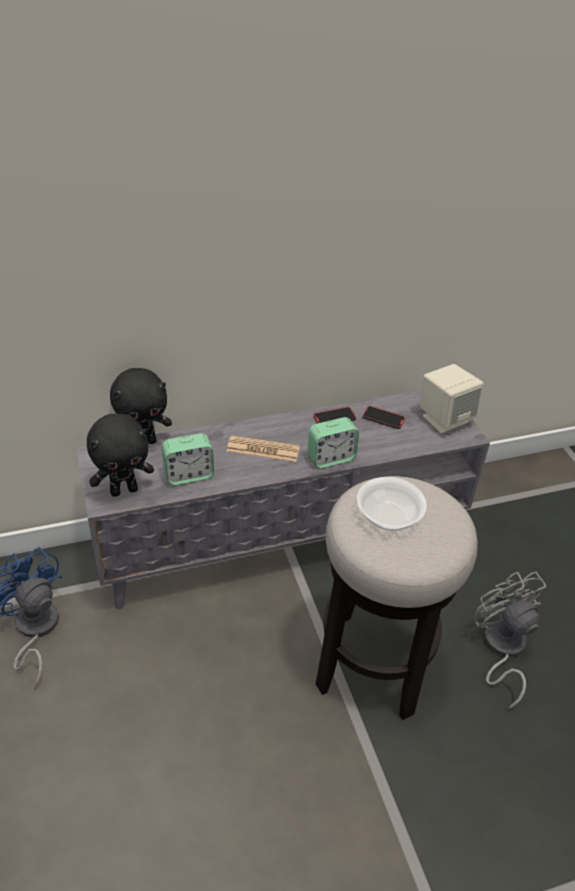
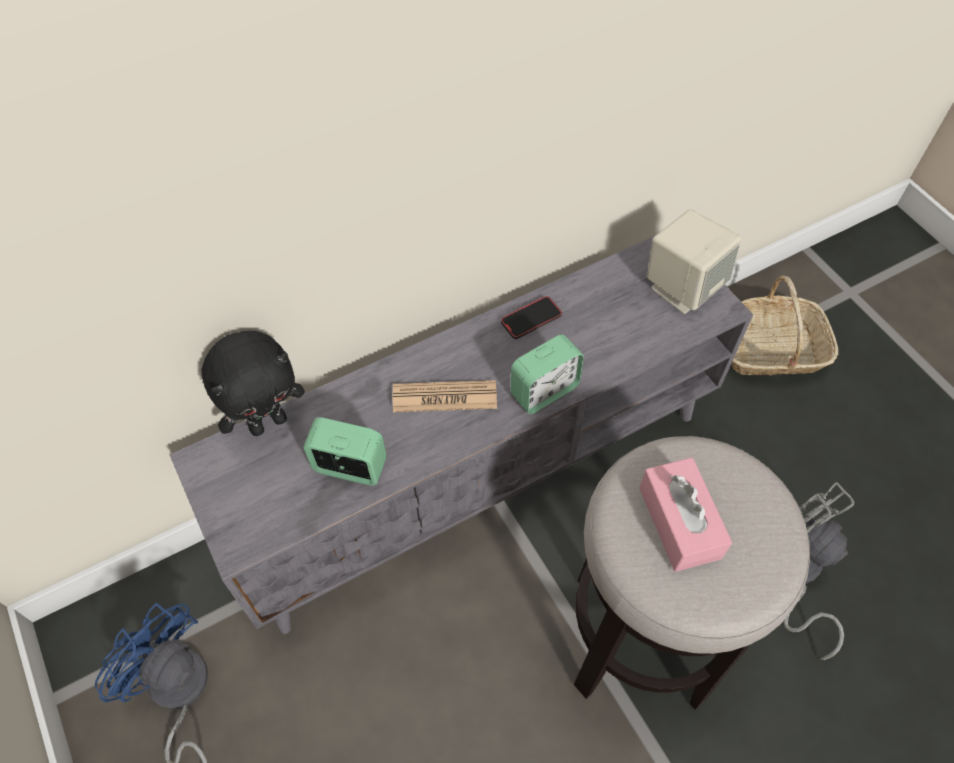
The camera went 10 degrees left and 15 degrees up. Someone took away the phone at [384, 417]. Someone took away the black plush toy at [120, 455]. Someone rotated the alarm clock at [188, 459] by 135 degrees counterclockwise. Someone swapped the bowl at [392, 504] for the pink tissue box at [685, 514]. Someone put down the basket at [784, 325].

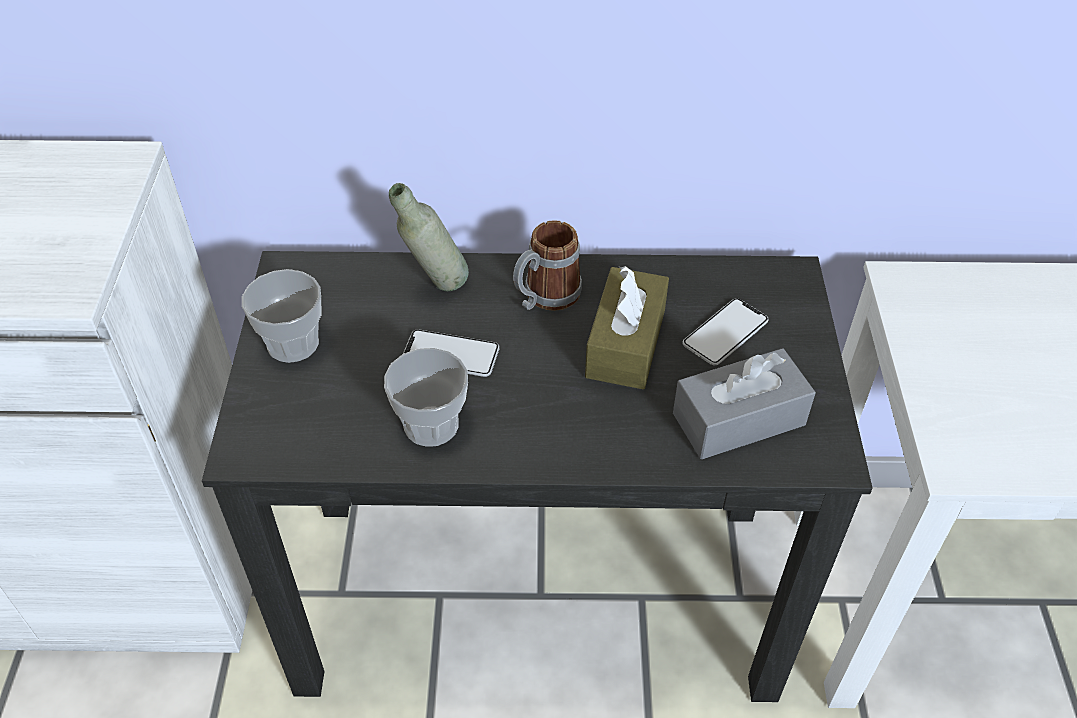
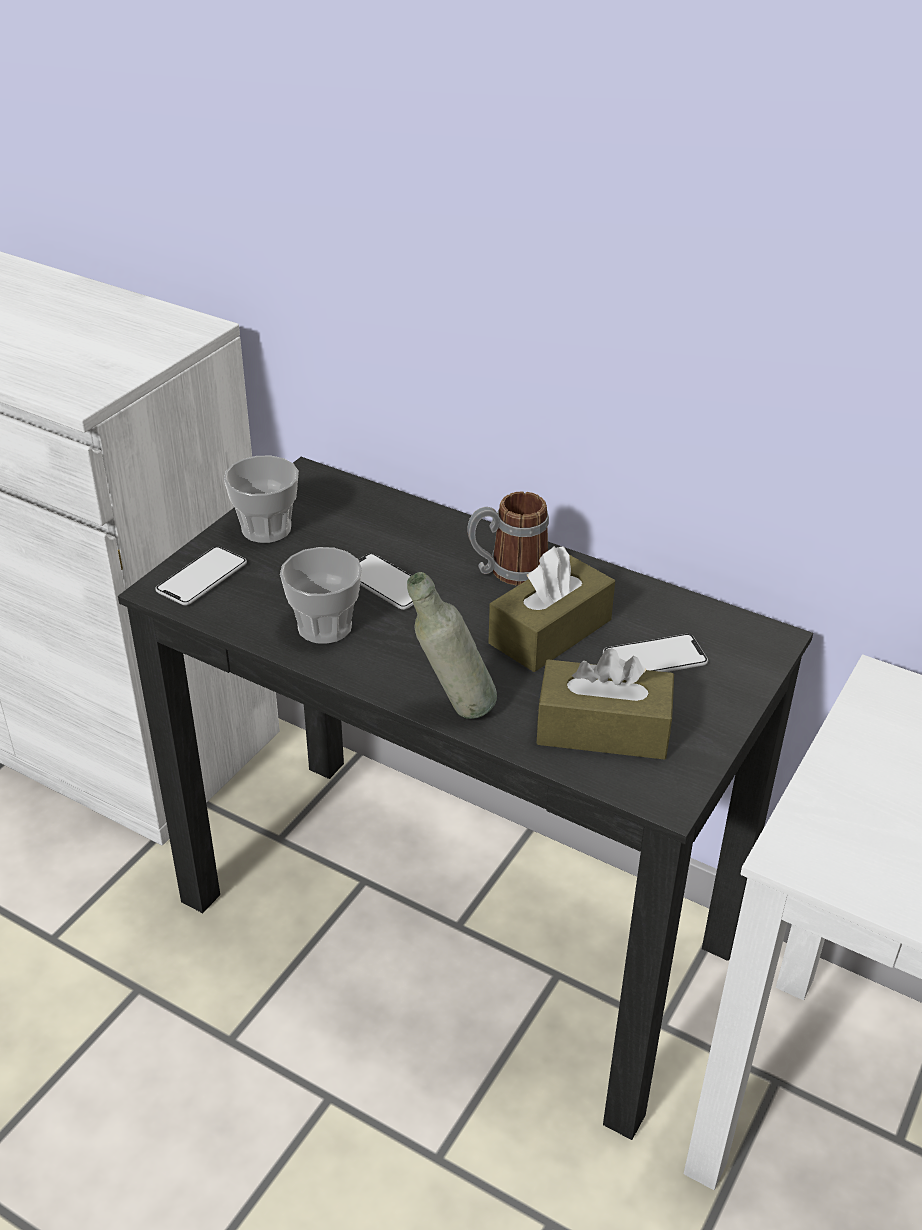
The camera went 30 degrees right and 10 degrees down. Someone carried the grey bottle from [429, 237] to [452, 645]. Someone repainted the grey tissue box at [744, 403], which became the brown tissue box at [605, 704]. Someone put down the phone at [201, 575].

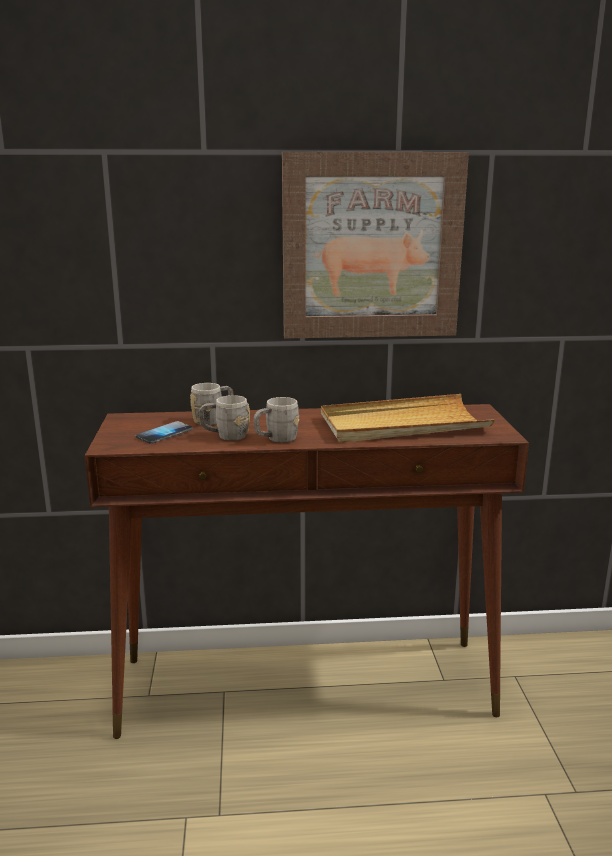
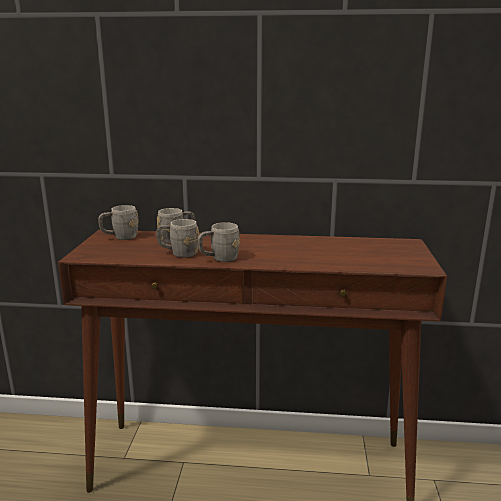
The camera went 10 degrees right and 0 degrees up. Someone took away the picture at [375, 245]. Someone took away the beige tray at [408, 418]. Someone took away the phone at [164, 432]. Someone put down the grey mug at [118, 222].

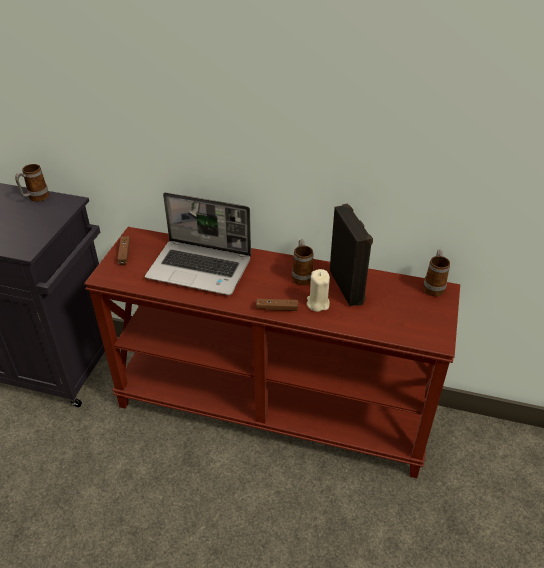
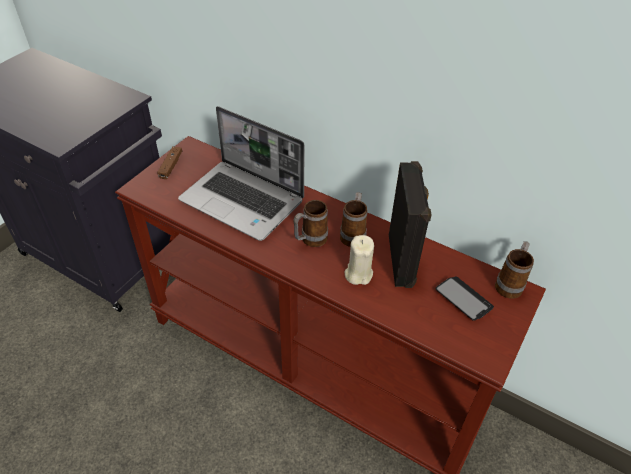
The camera went 15 degrees right and 5 degrees up. Someone carried the mug from [32, 183] to [310, 223]. Someone took away the brown game controller at [277, 305]. Someone put down the phone at [465, 299].

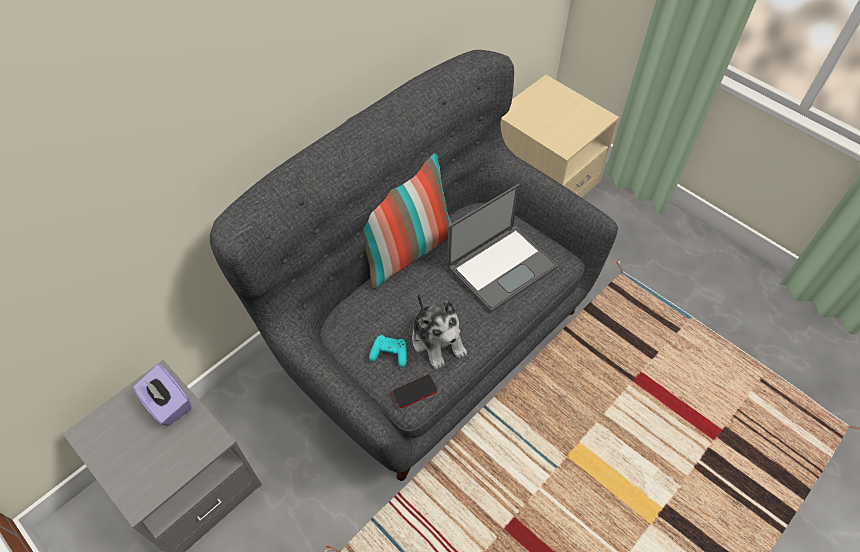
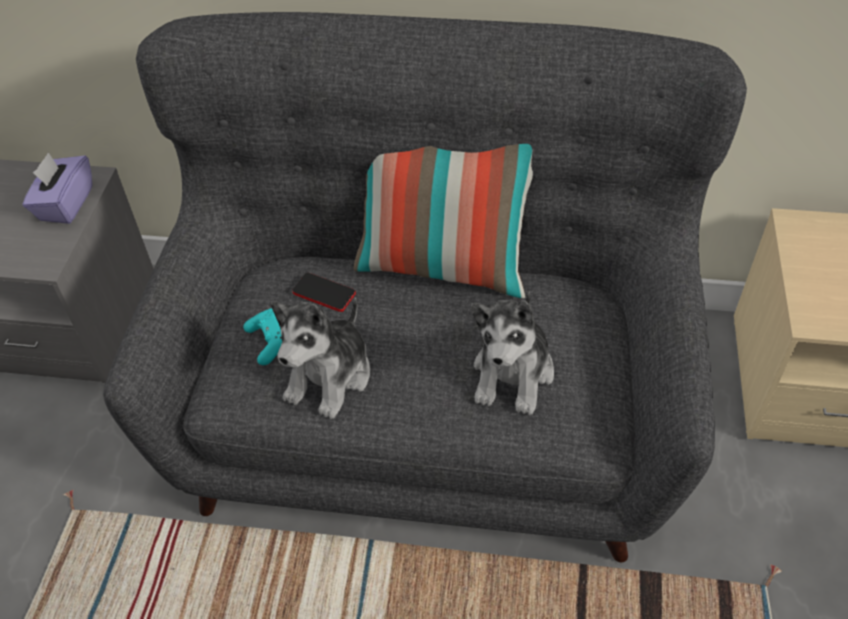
The camera went 55 degrees right and 5 degrees down. Someone swapped the laptop at [502, 248] for the plush toy at [512, 353]. Someone carried the phone from [415, 391] to [324, 292].

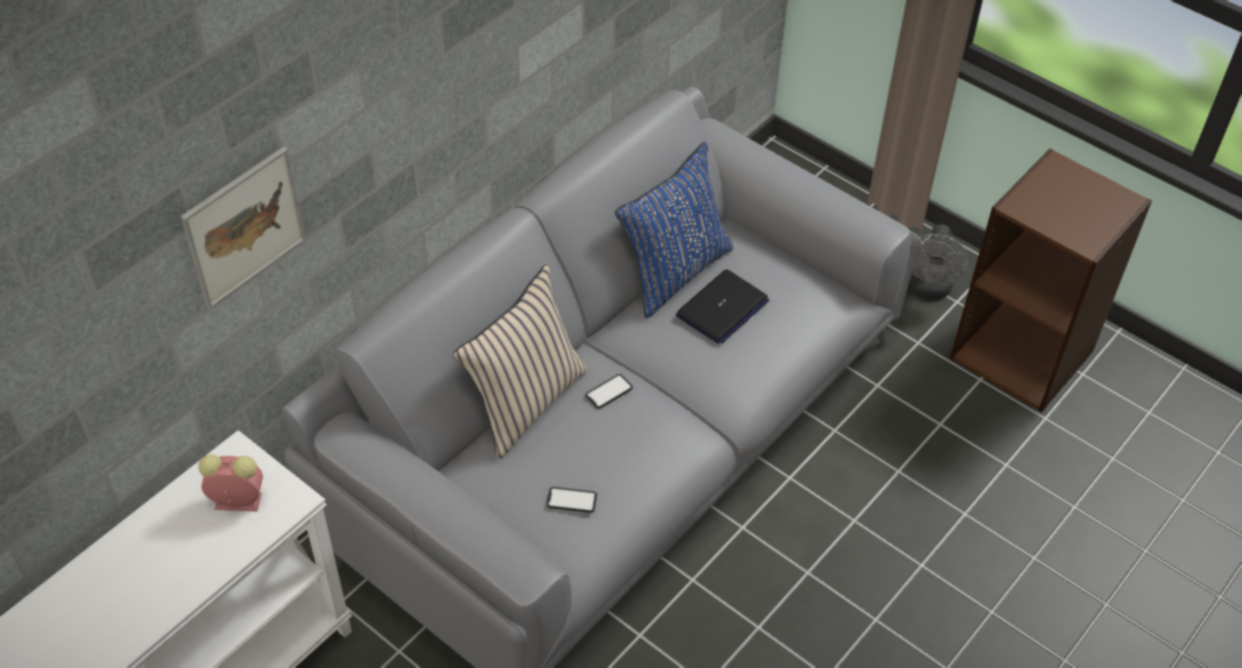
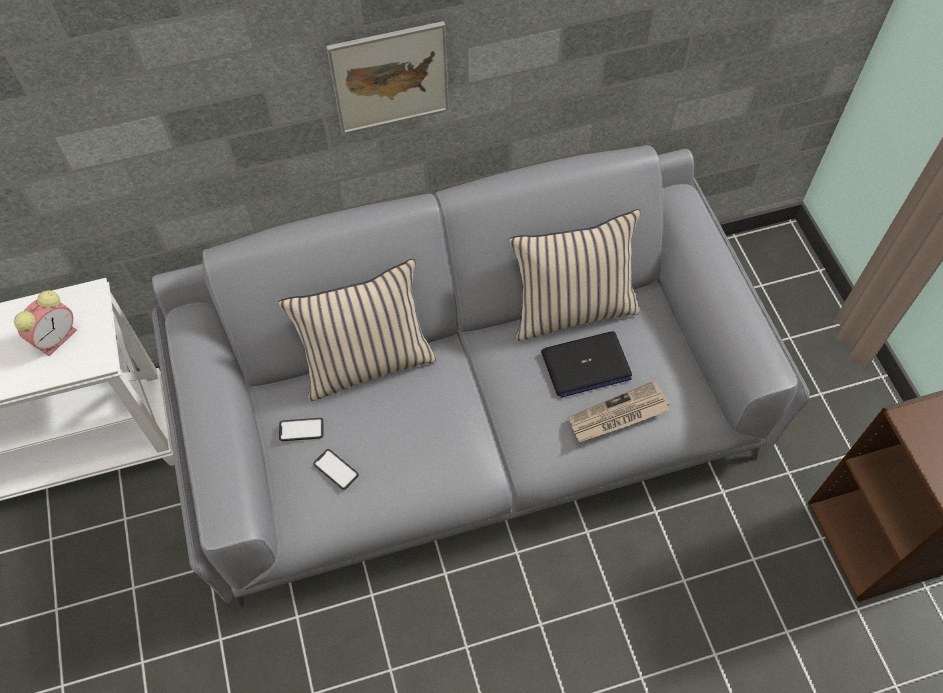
The camera went 35 degrees right and 10 degrees up. Someone repainted the blue pillow at [674, 230], which became the beige pillow at [575, 275]. Someone carried the picture from [243, 228] to [387, 78]. Someone took away the grey fan at [938, 262]. Someone carried the phone from [609, 391] to [301, 429]. Someone rotated the alarm clock at [231, 482] by 90 degrees clockwise. Someone put down the newspaper at [618, 411].

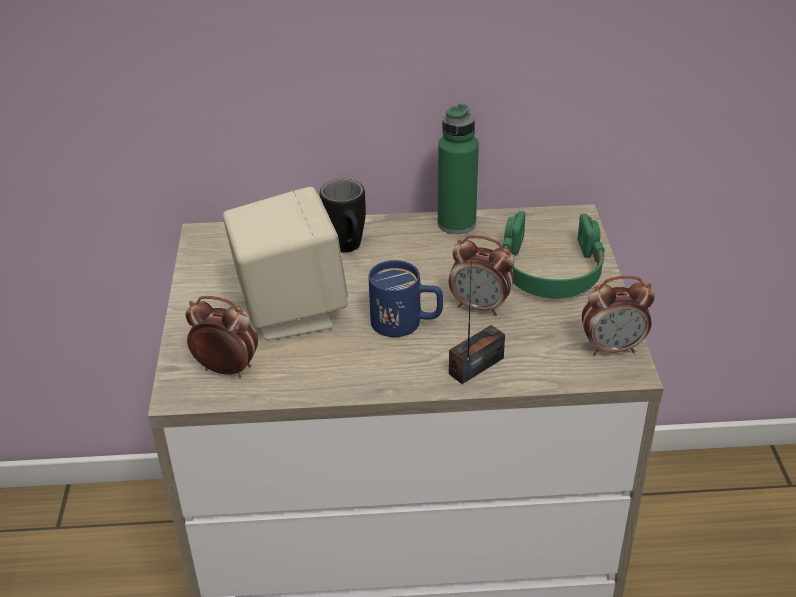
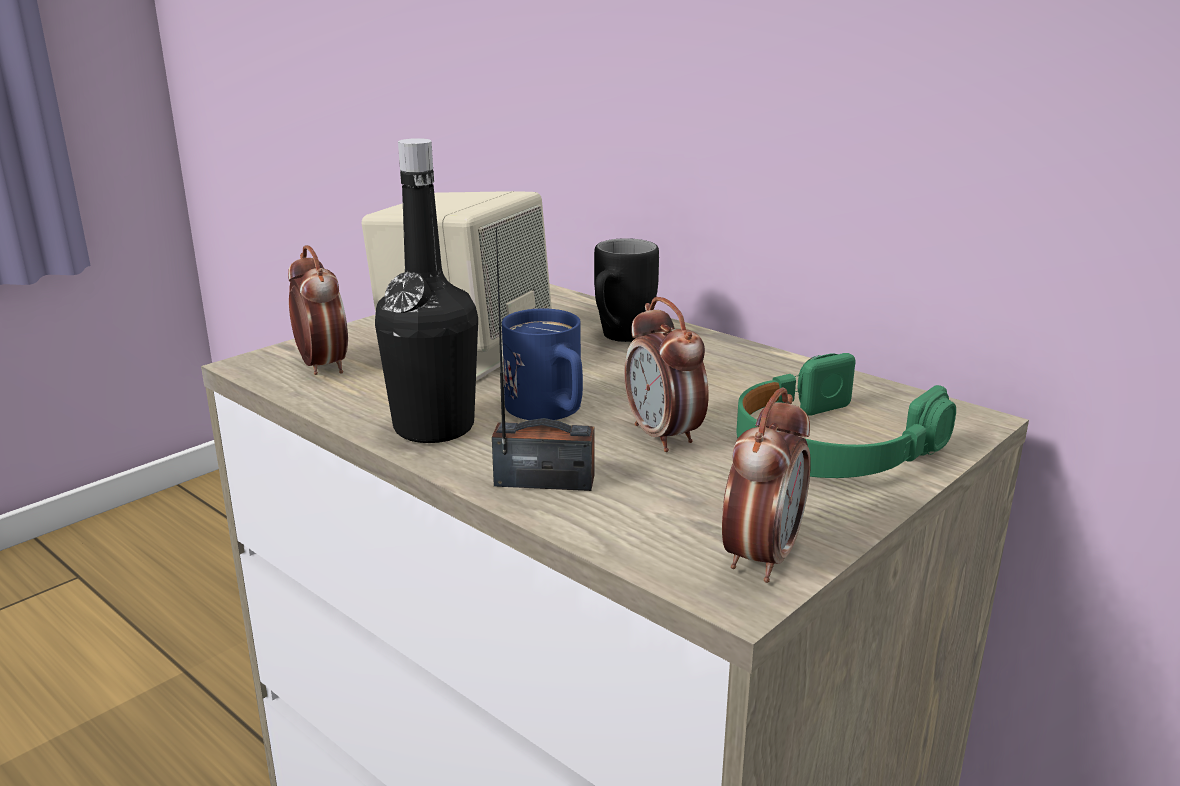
The camera went 45 degrees right and 15 degrees down. Someone took away the green bottle at [458, 168]. Someone rotated the alarm clock at [618, 315] by 105 degrees counterclockwise. Someone put down the black bottle at [426, 290].

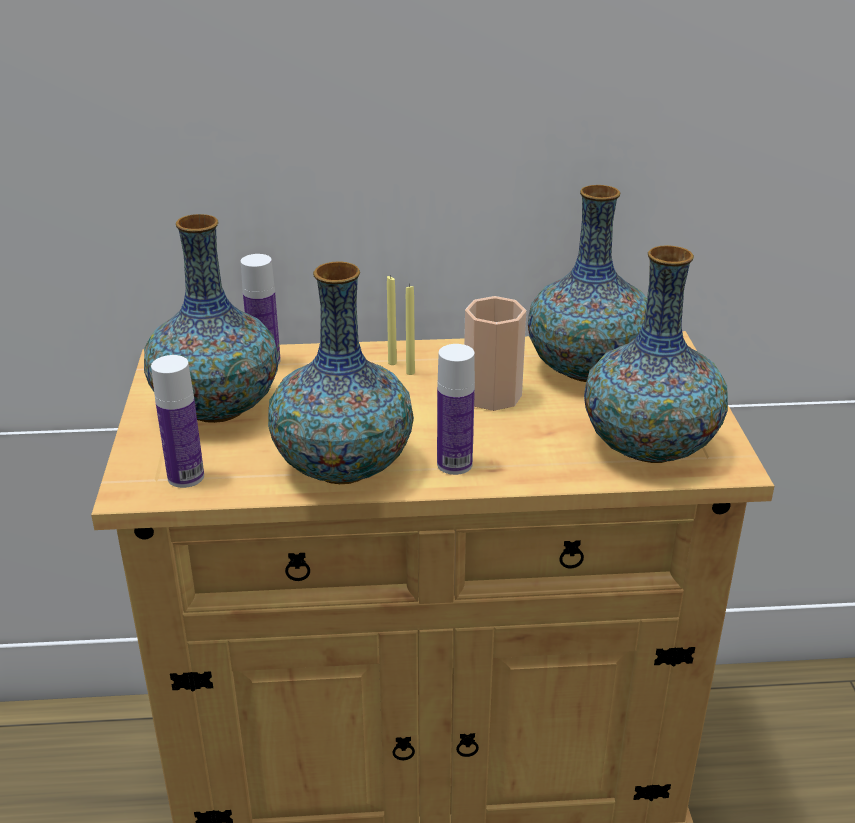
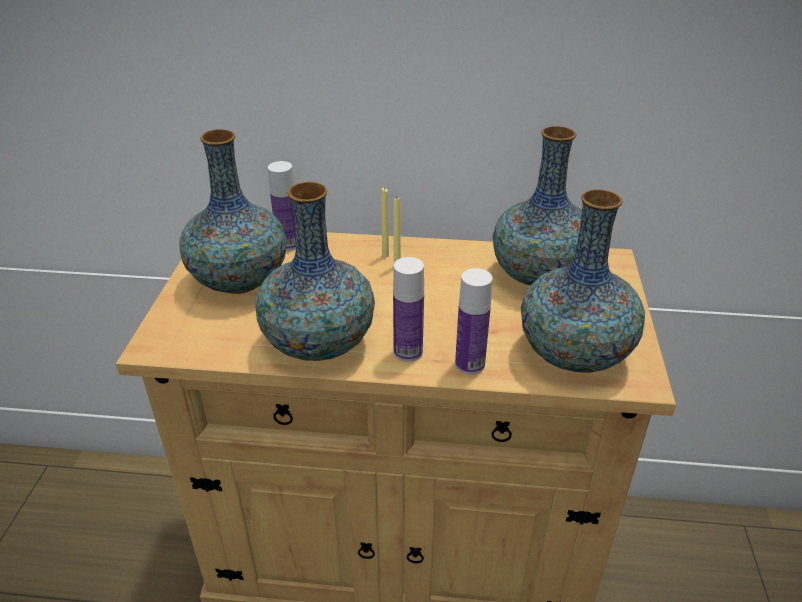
The camera went 10 degrees right and 5 degrees up. Someone took away the cup at [495, 353]. Someone carried the bottle from [177, 421] to [474, 321].

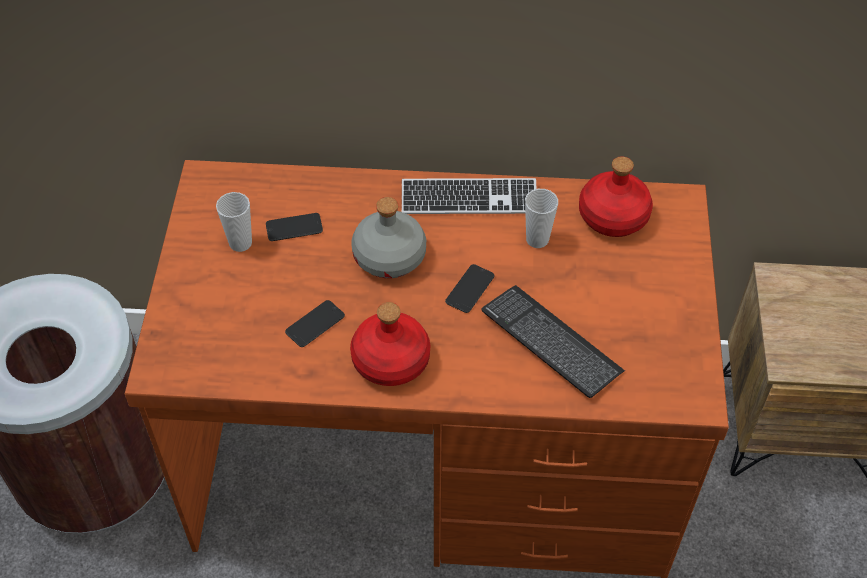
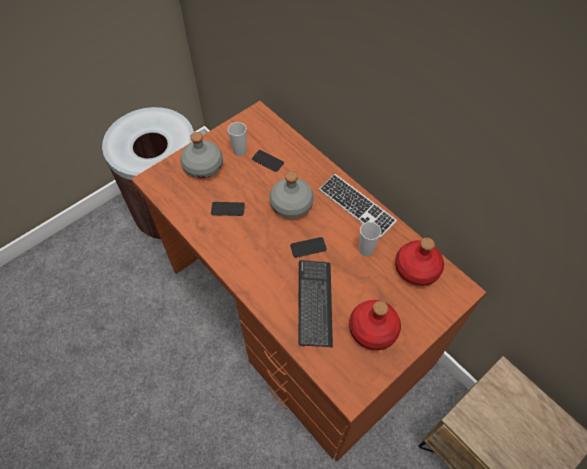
The camera went 45 degrees right and 5 degrees up. Someone carried the red bottle from [390, 344] to [375, 325]. Someone put down the grey bottle at [201, 155].

